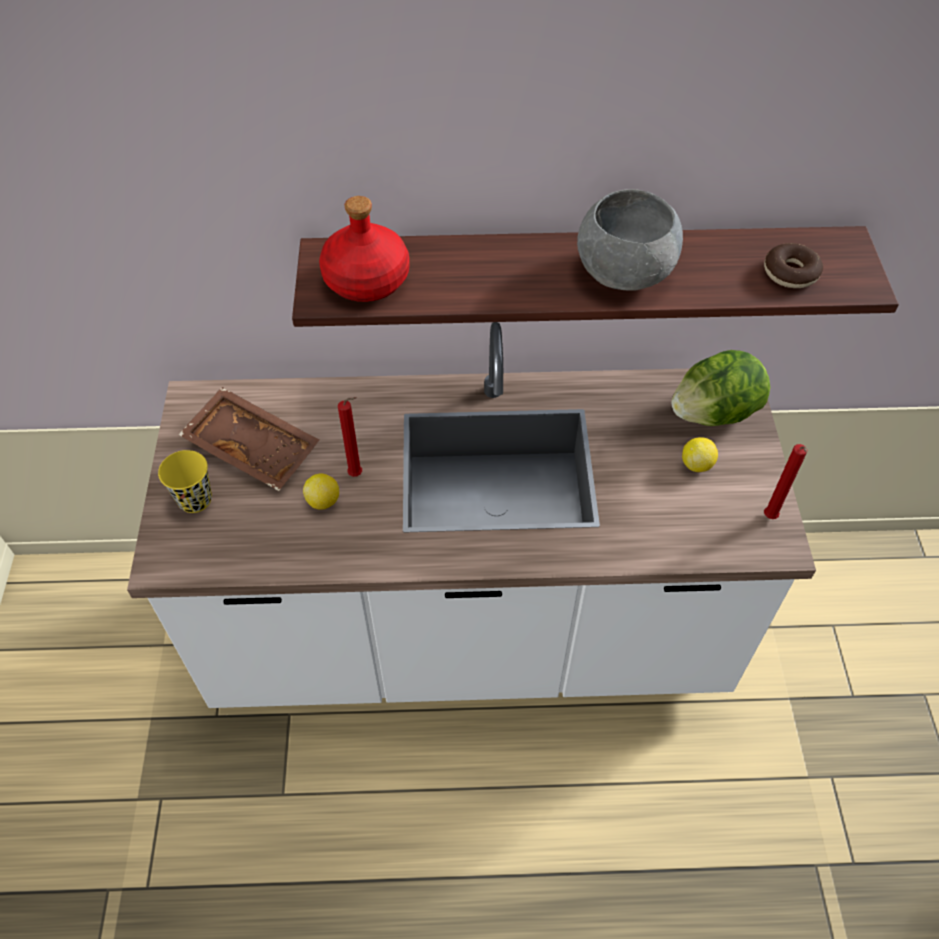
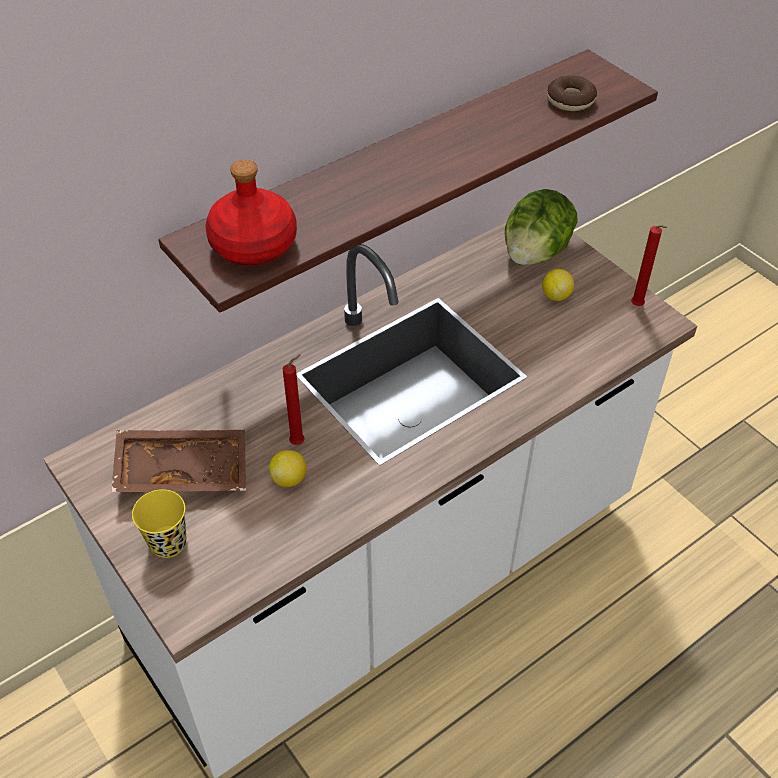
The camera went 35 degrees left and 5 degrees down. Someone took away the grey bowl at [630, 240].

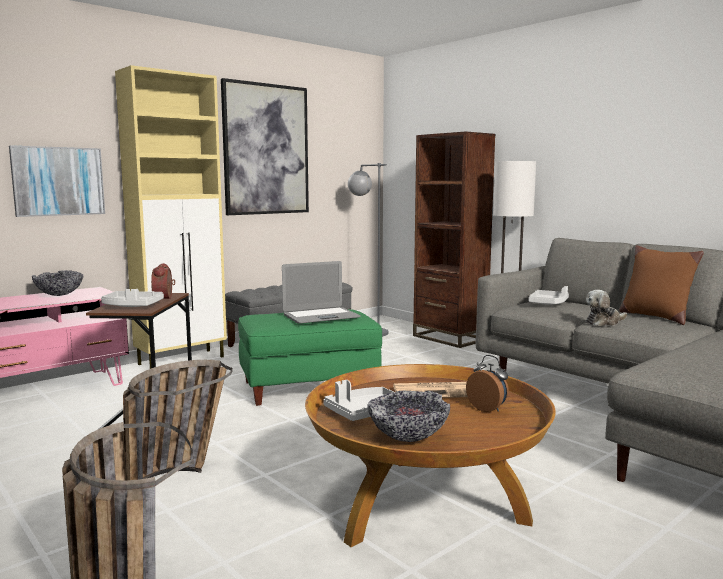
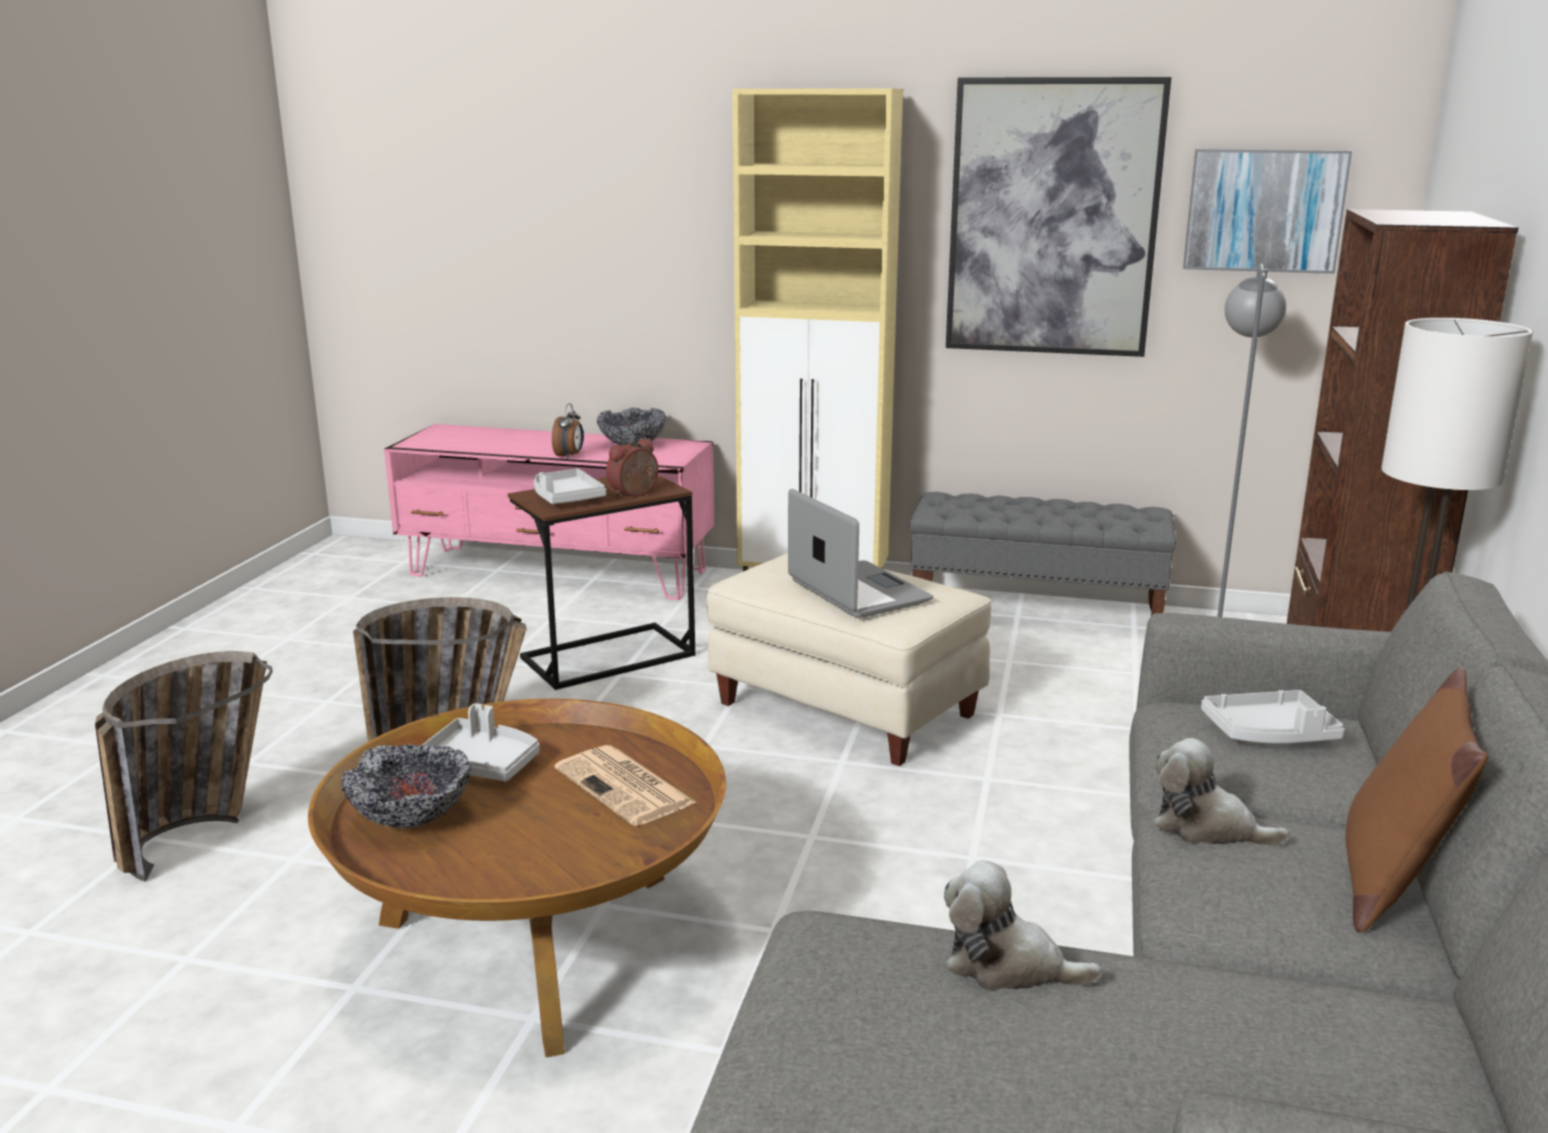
The camera went 55 degrees right and 10 degrees up. Someone carried the picture from [57, 181] to [1267, 211]. Someone rotated the laptop at [321, 292] by 150 degrees counterclockwise. Someone repainted the green ottoman at [310, 357], which became the beige ottoman at [849, 659]. Someone carried the alarm clock from [487, 383] to [568, 431]. Someone put down the plush toy at [1023, 925].

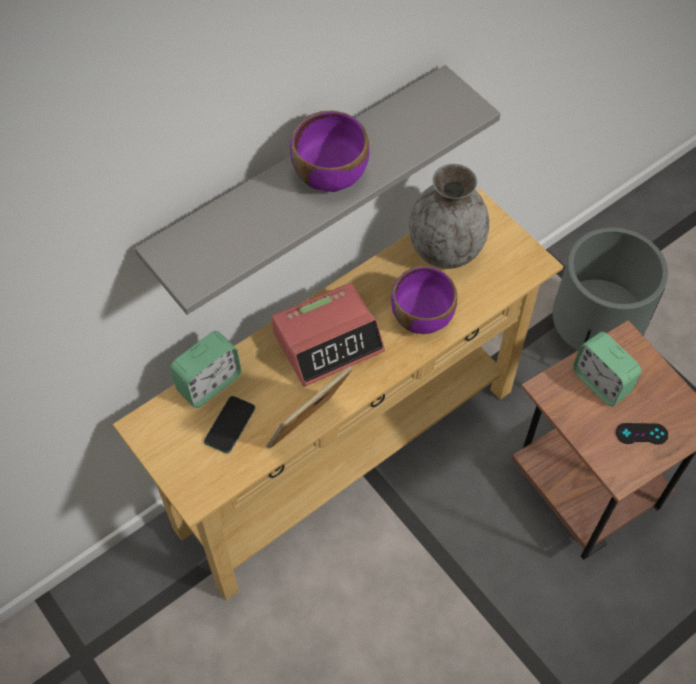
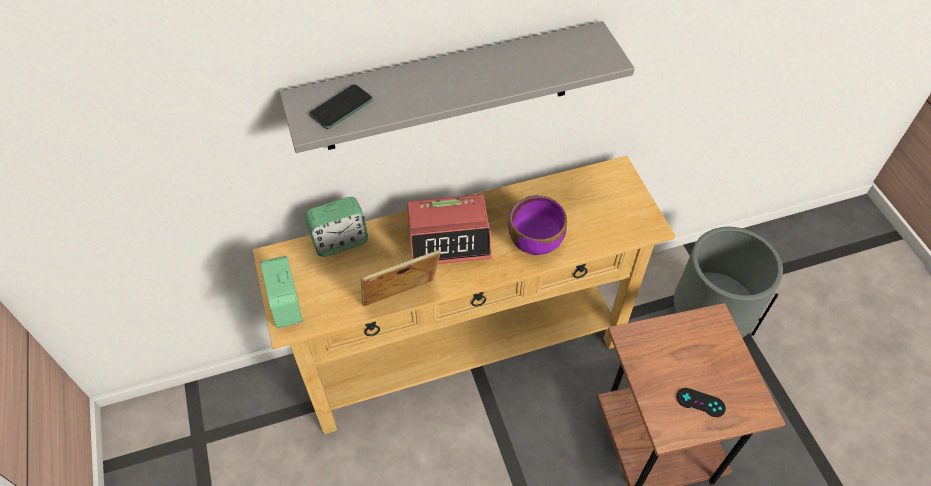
The camera went 20 degrees right and 5 degrees down. Someone took away the purple bowl at [329, 151]. Someone took away the grey vase at [449, 216]. Someone carried the alarm clock from [607, 369] to [282, 292]. Someone carried the phone from [229, 424] to [341, 106].

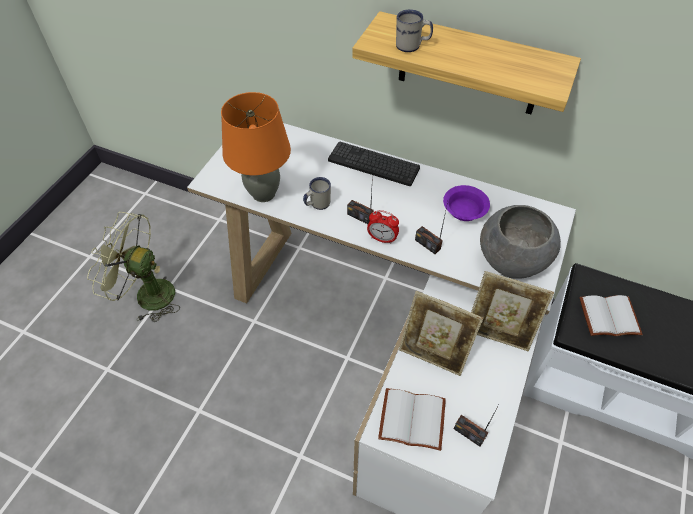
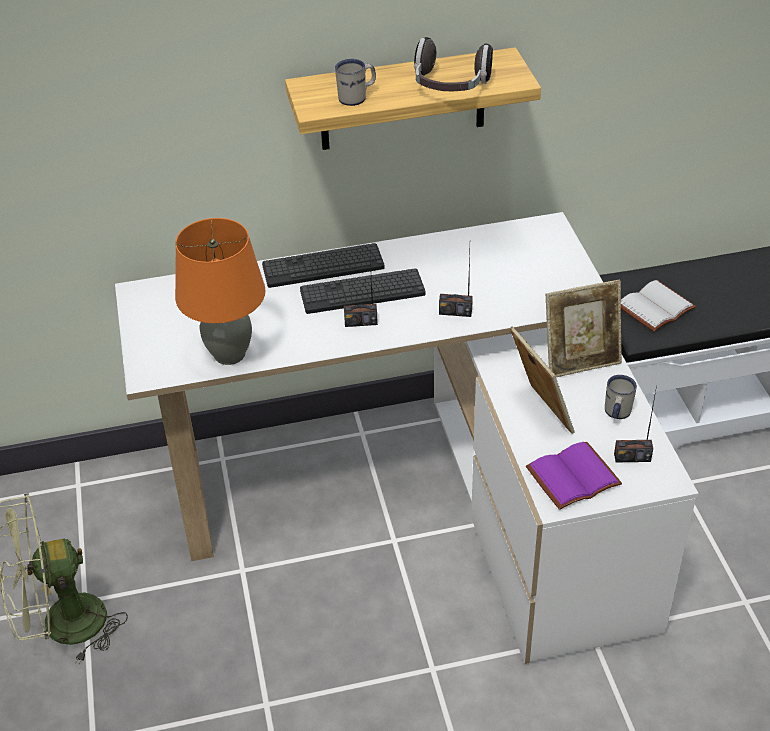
The camera went 35 degrees left and 10 degrees down. Someone carried the white mug from [317, 193] to [621, 397]. Someone took away the purple bowl at [466, 203]. Someone took away the grey bowl at [520, 242]. Someone took away the alarm clock at [383, 227]. Someone rotated the picture frame at [441, 333] by 105 degrees counterclockwise. Someone repainted the white book at [412, 419], which became the purple book at [574, 476]. Someone put down the headphones at [453, 64]. Someone put down the keyboard at [362, 291].

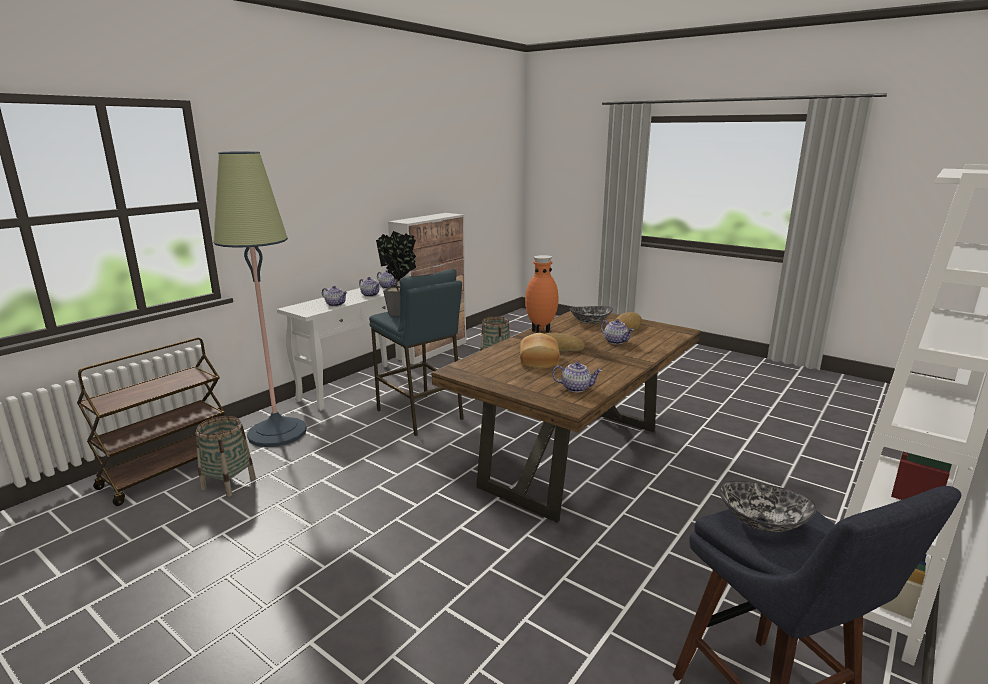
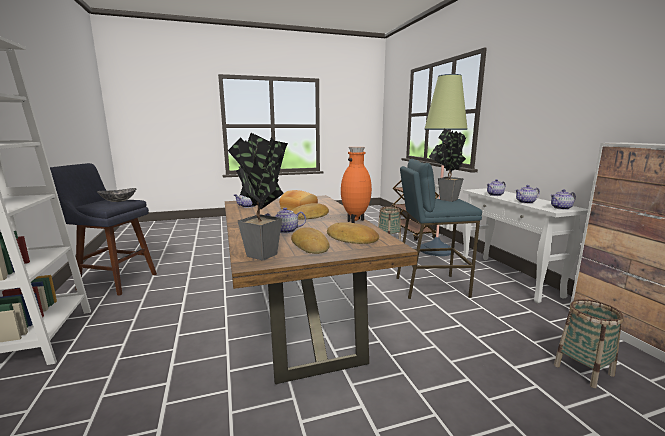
The camera went 125 degrees right and 5 degrees down. Someone swapped the bowl at [591, 315] for the bread at [353, 233]. Someone put down the potted plant at [258, 196].

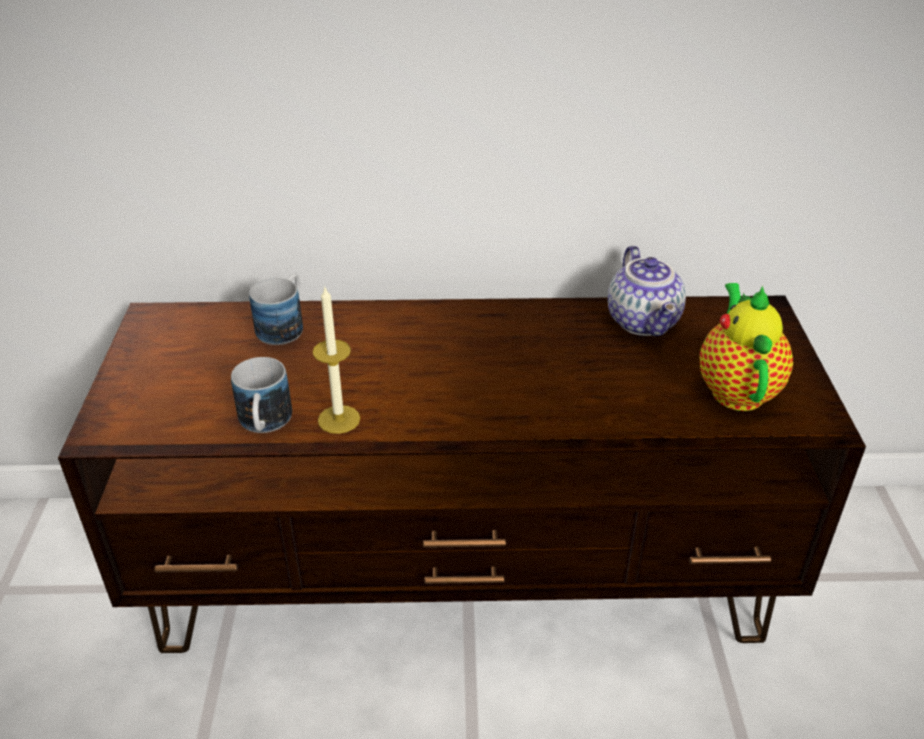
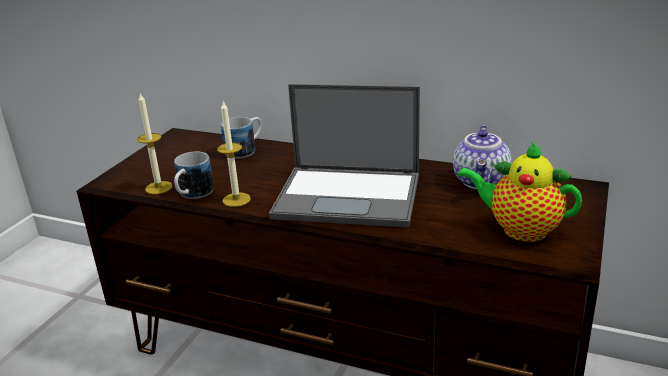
The camera went 25 degrees right and 10 degrees down. Someone rotated the teapot at [746, 347] by 90 degrees counterclockwise. Someone put down the laptop at [344, 156]. Someone put down the candle at [155, 143].

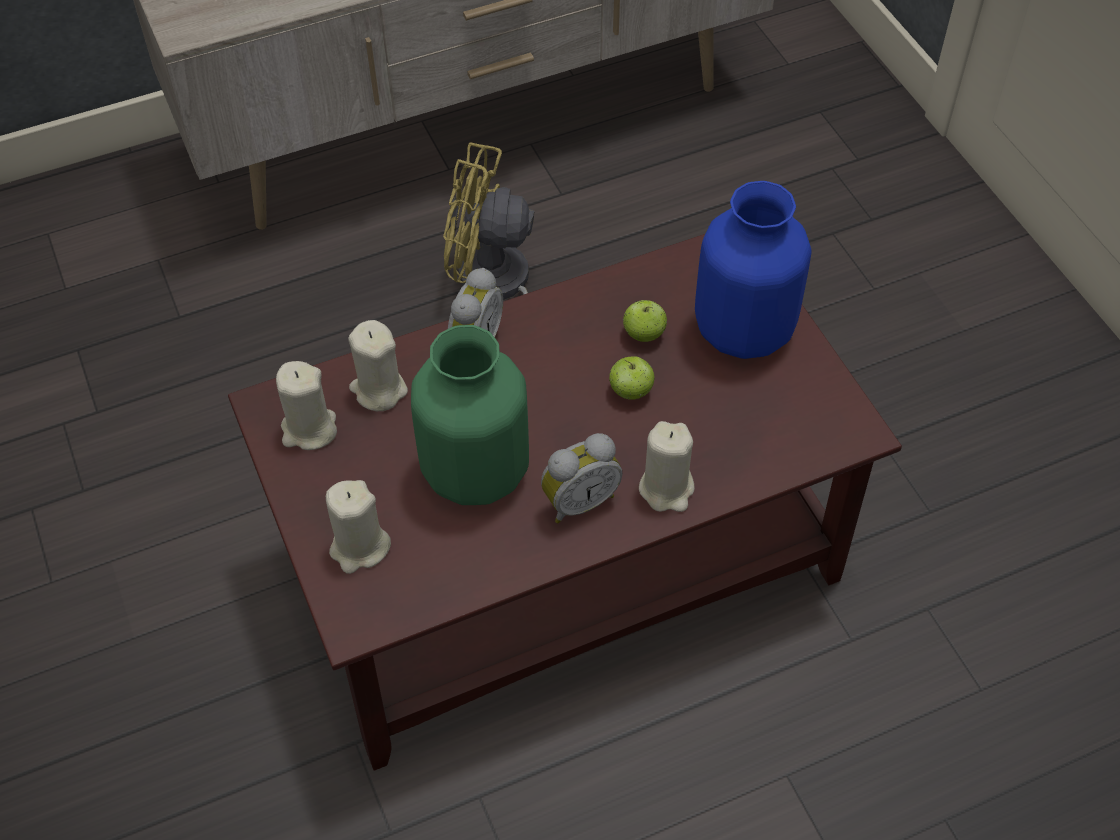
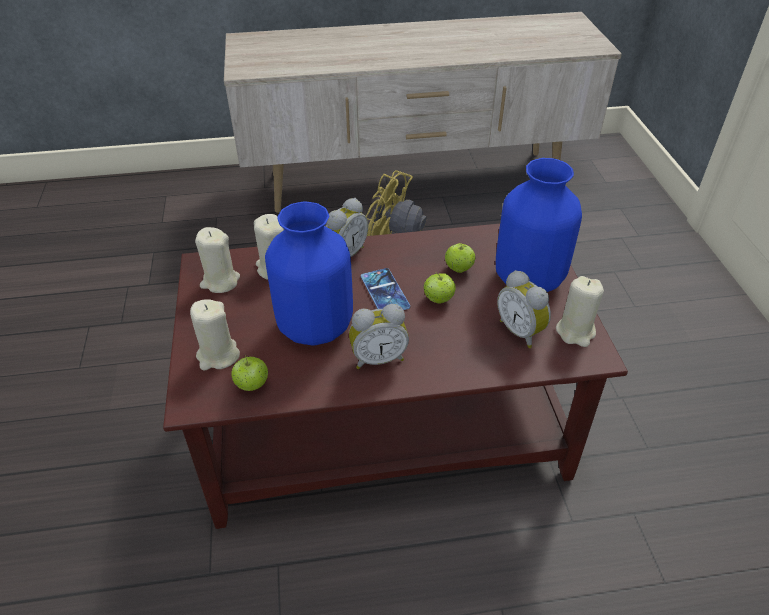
The camera went 15 degrees right and 10 degrees down. Someone repainted the green vase at [470, 415], which became the blue vase at [309, 273]. Someone carried the beige candle from [667, 466] to [580, 311]. Someone put down the phone at [385, 289]. Someone put down the alarm clock at [524, 309]. Someone put down the apple at [249, 372].

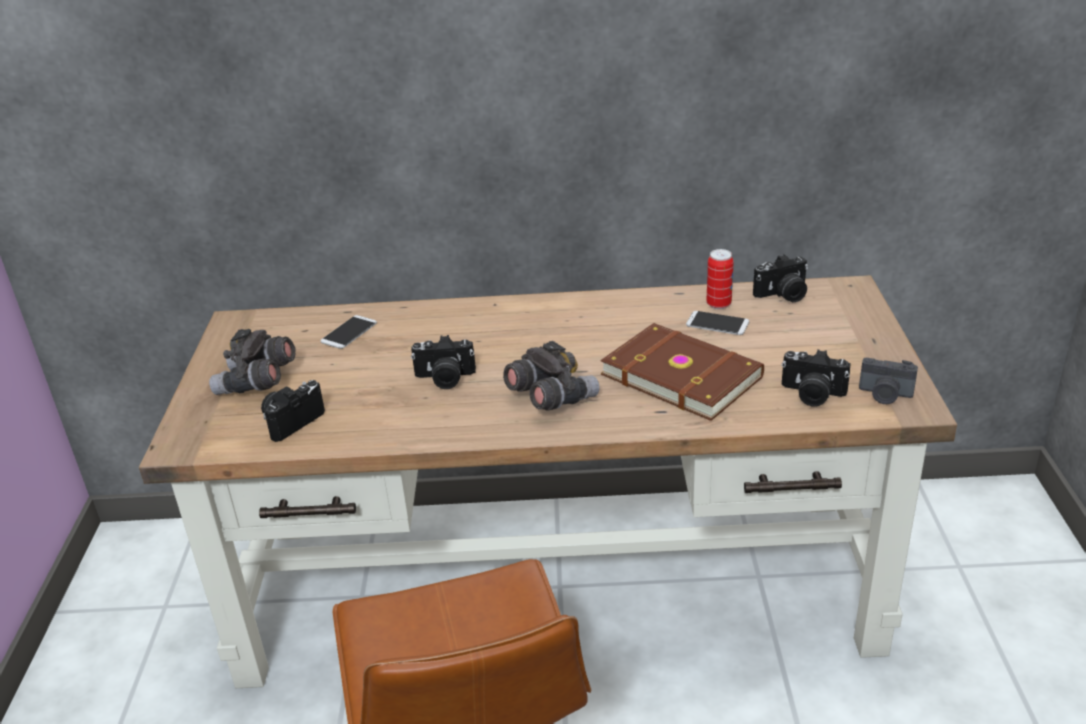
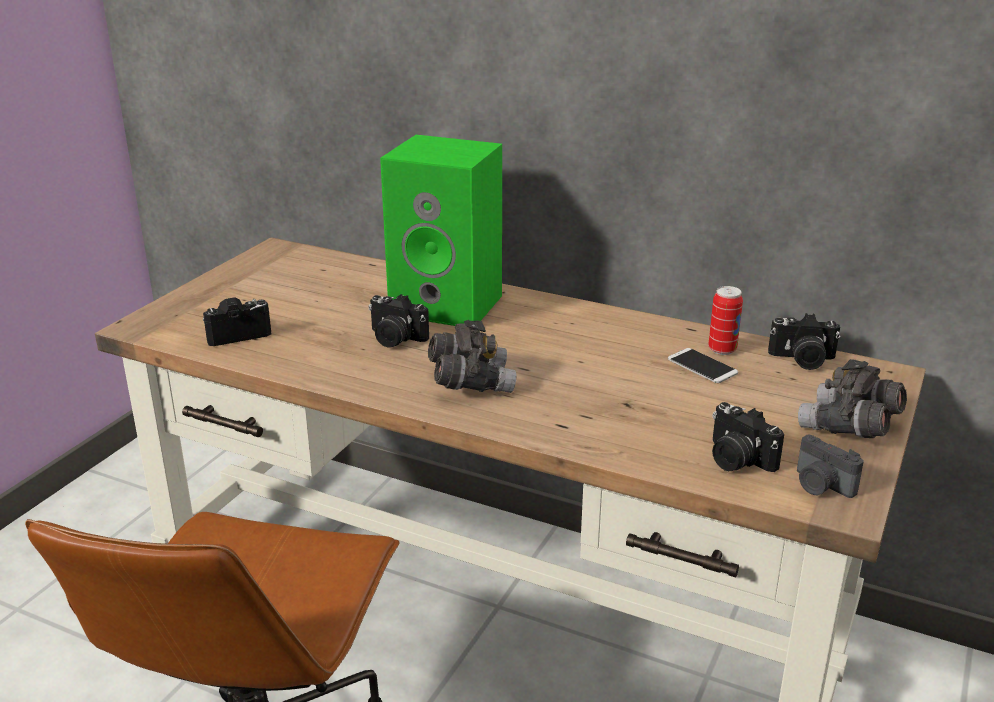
The camera went 25 degrees right and 5 degrees down. Someone took away the phone at [349, 332]. Someone took away the brown book at [682, 372]. Someone carried the grey binoculars from [252, 362] to [852, 398]. Someone put down the green speaker at [441, 230].

